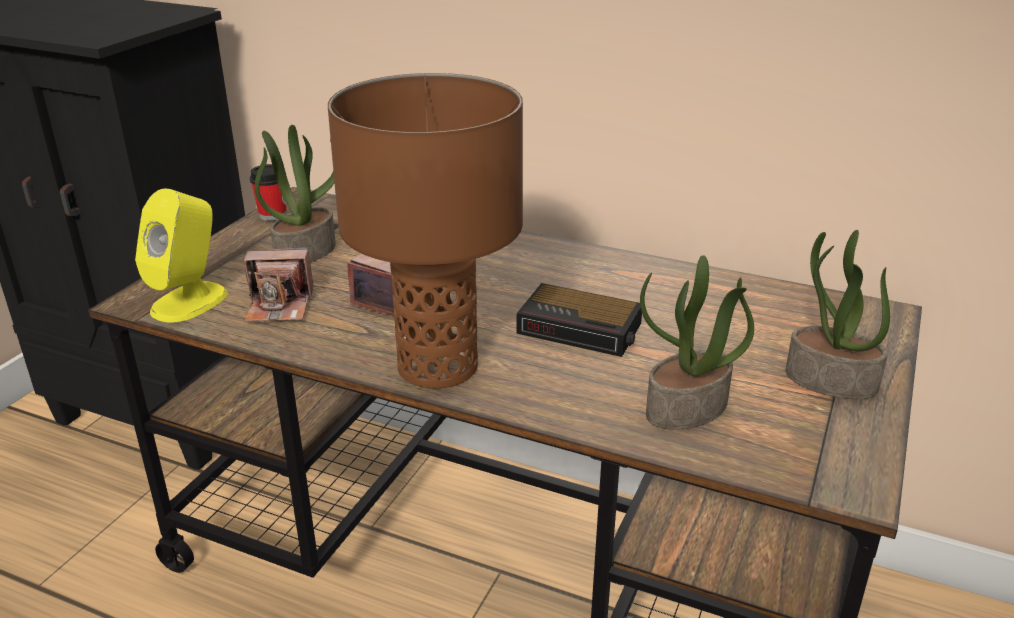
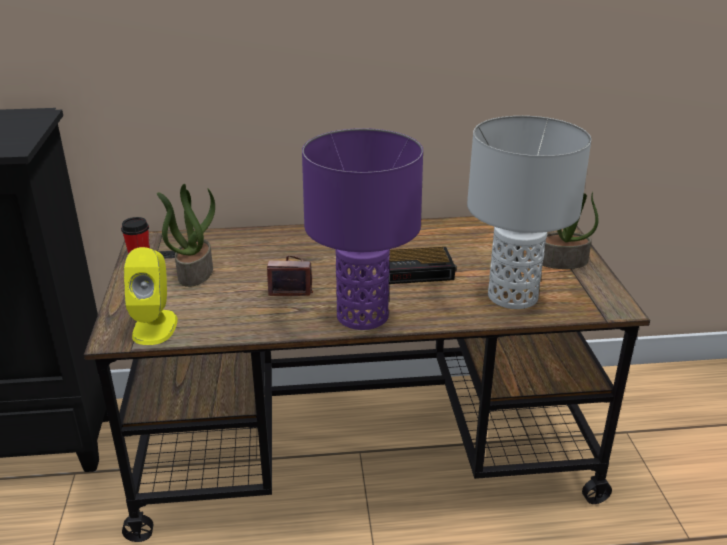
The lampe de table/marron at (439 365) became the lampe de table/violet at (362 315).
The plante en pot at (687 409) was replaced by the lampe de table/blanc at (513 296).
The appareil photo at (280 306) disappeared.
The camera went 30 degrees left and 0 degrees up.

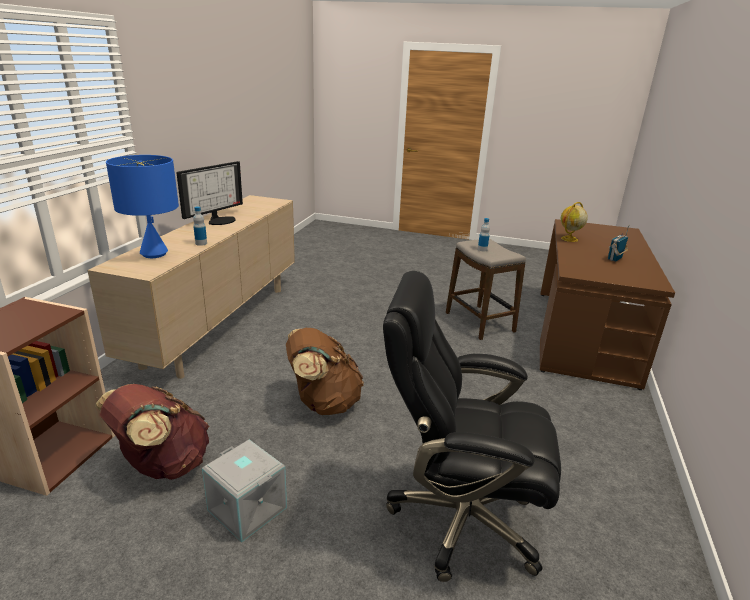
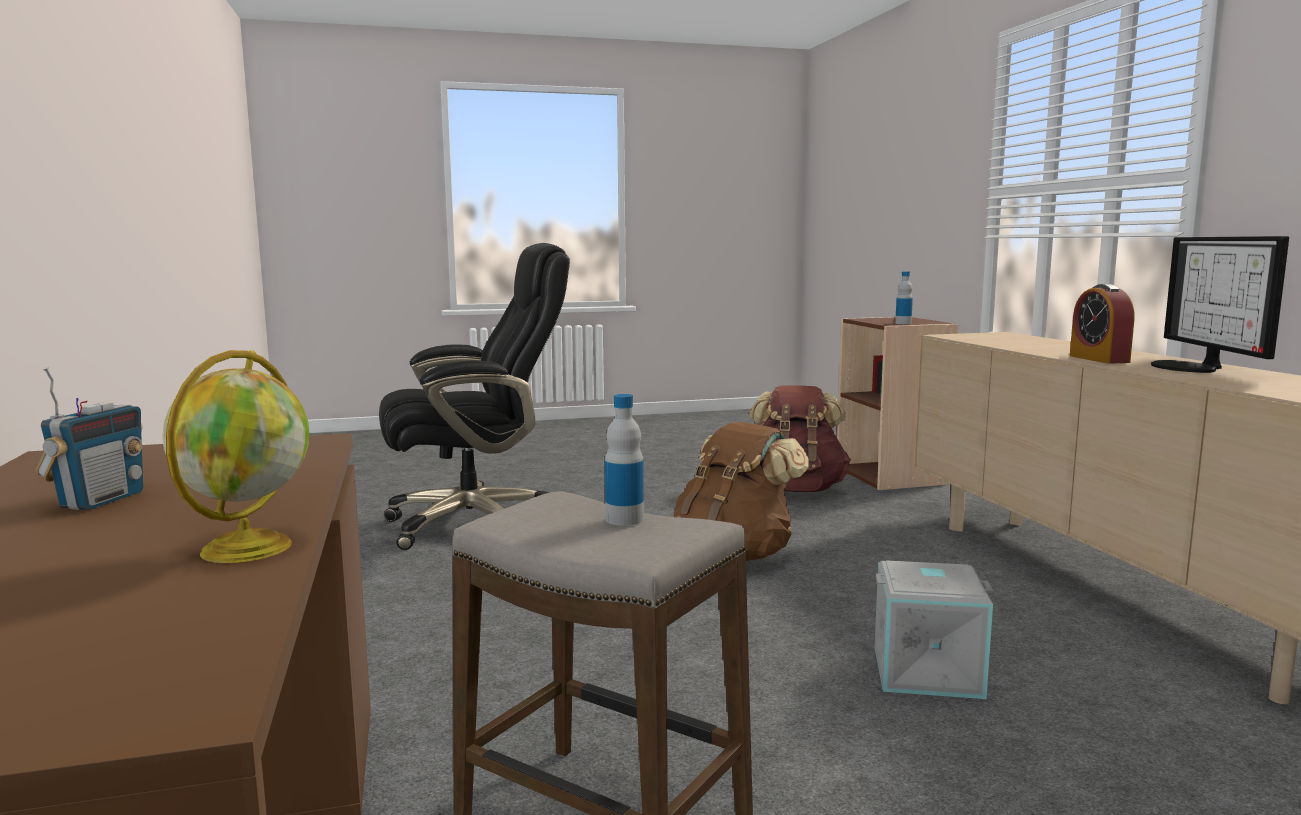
The boîte de rangement/gris moved from (246 509) to (927 670).
The bouteille moved from (201 243) to (903 323).
The réveil at (1099 359) appeared.
The lampe de table/bleu at (154 254) disappeared.
The camera went 150 degrees right and 15 degrees down.

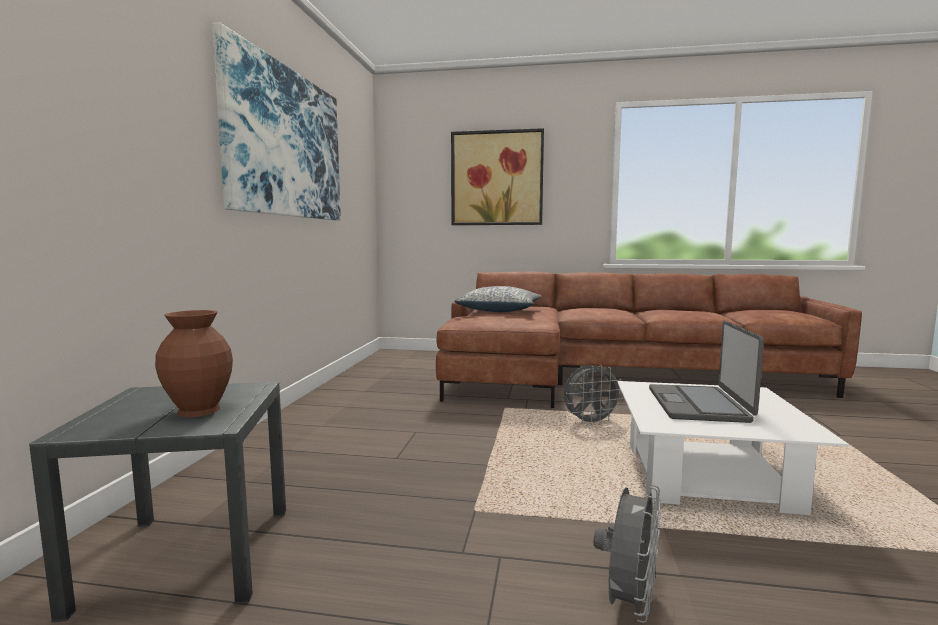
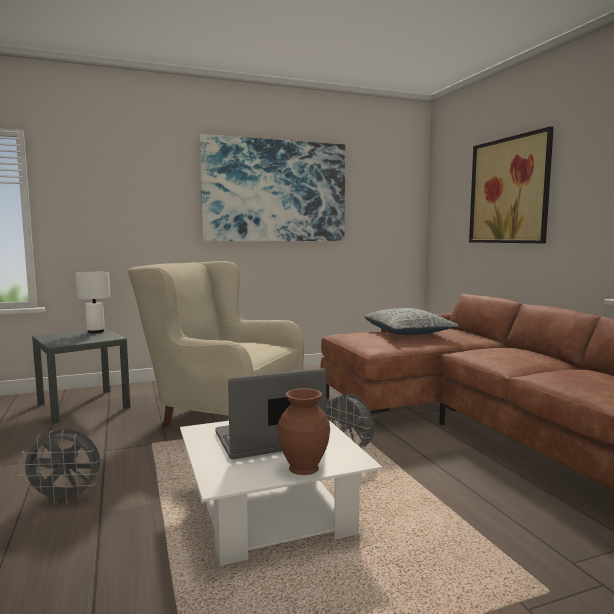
The lampe de table/blanc at (95 332) appeared.
The fauteuil/beige at (219 417) appeared.
The vase/marron moved from (199 411) to (303 468).
The camera went 60 degrees right and 0 degrees up.

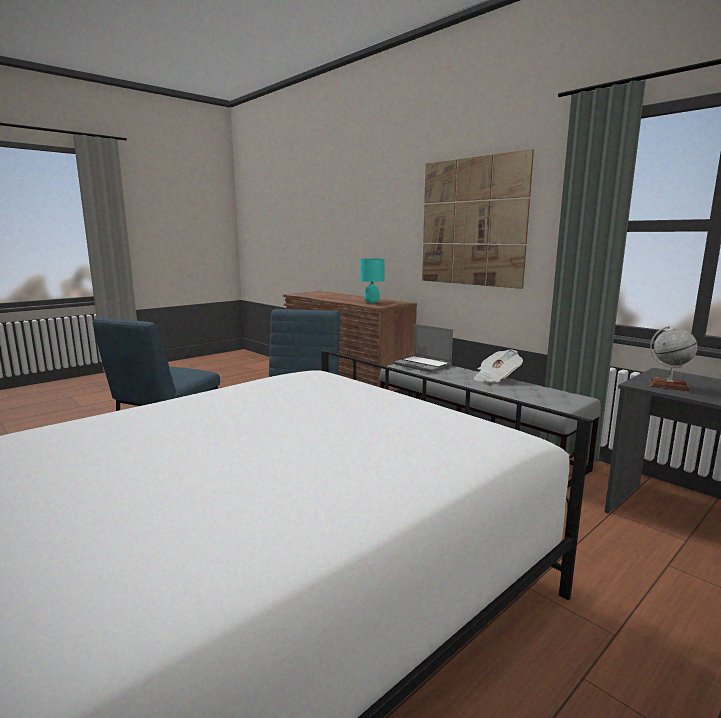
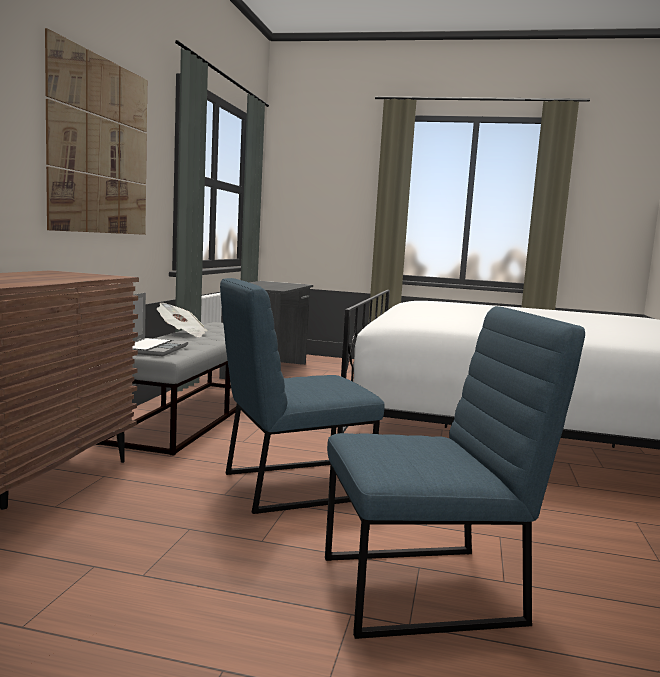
The lampe de table/turquoise at (372 302) disappeared.
The globe at (668 386) disappeared.
The camera went 125 degrees left and 5 degrees down.

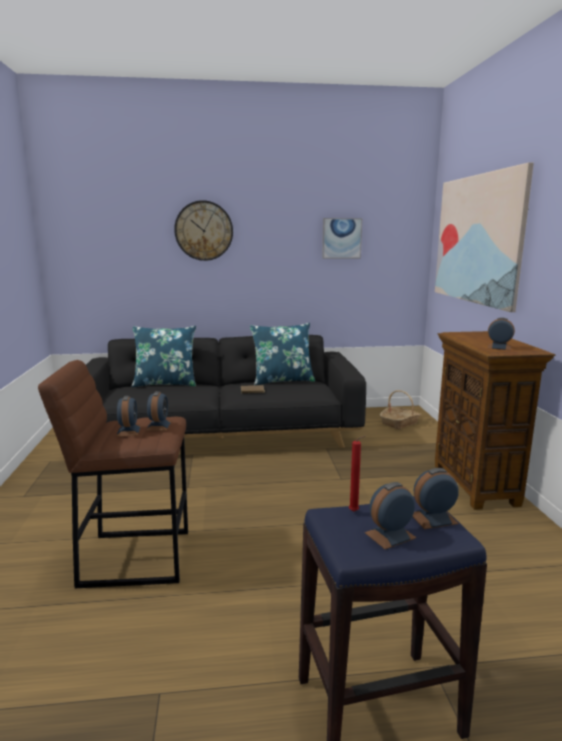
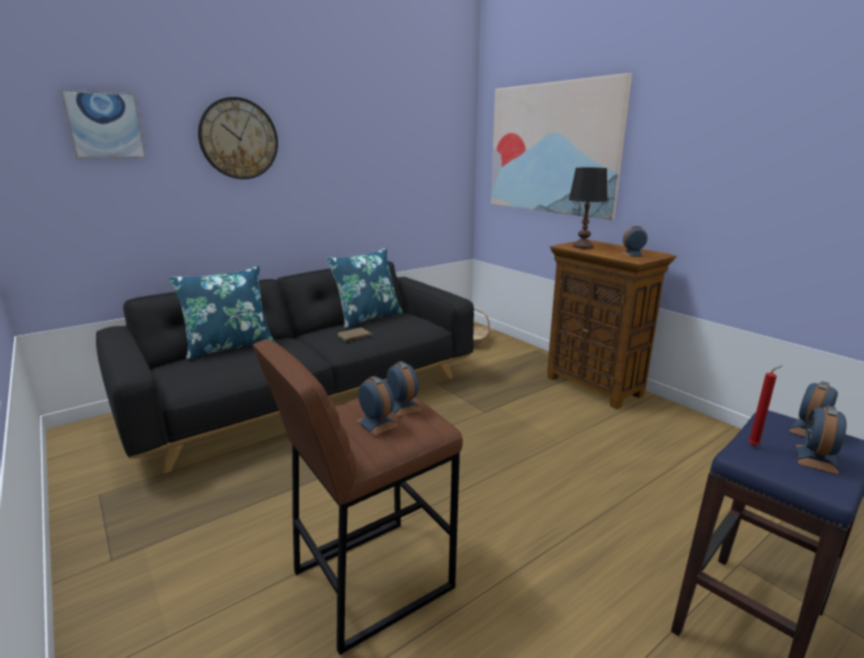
The tableau moved from (341 238) to (105 125).
The lampe de table/noir at (583 247) appeared.
The camera went 30 degrees left and 5 degrees up.

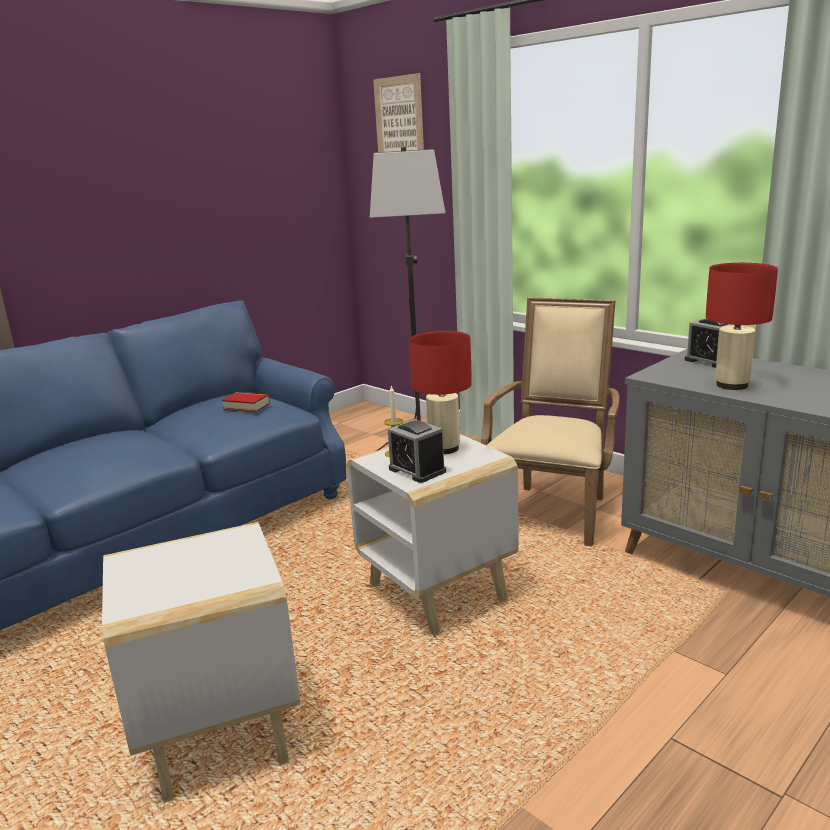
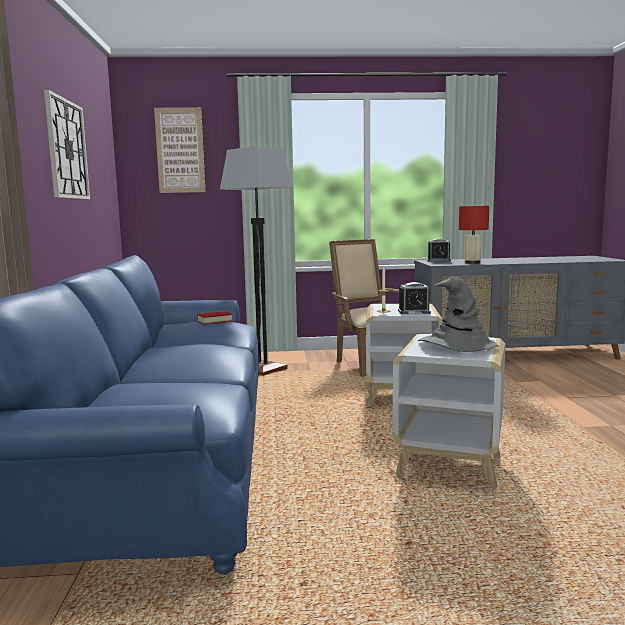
The horloge murale at (67 149) appeared.
The chapeau/gris at (456 345) appeared.
The lampe de table/rouge at (445 449) disappeared.
The camera went 50 degrees left and 10 degrees down.

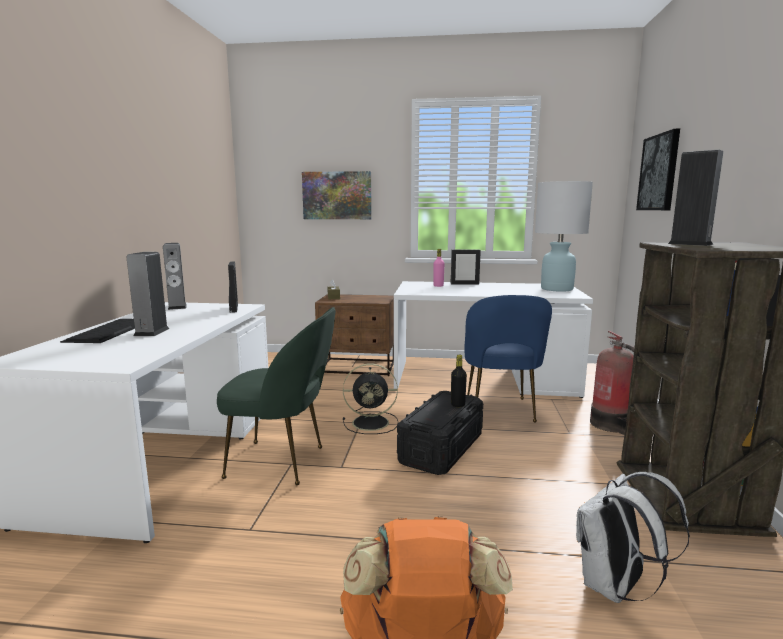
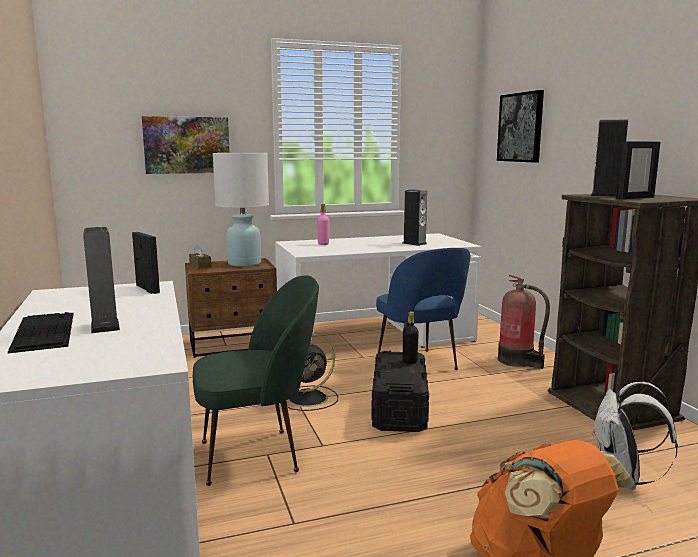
The lampe de table/blanc moved from (556 289) to (244 263).
The enceinte moved from (177 306) to (414 243).
The cadre photo moved from (464 284) to (635 198).
The camera went 25 degrees left and 0 degrees up.

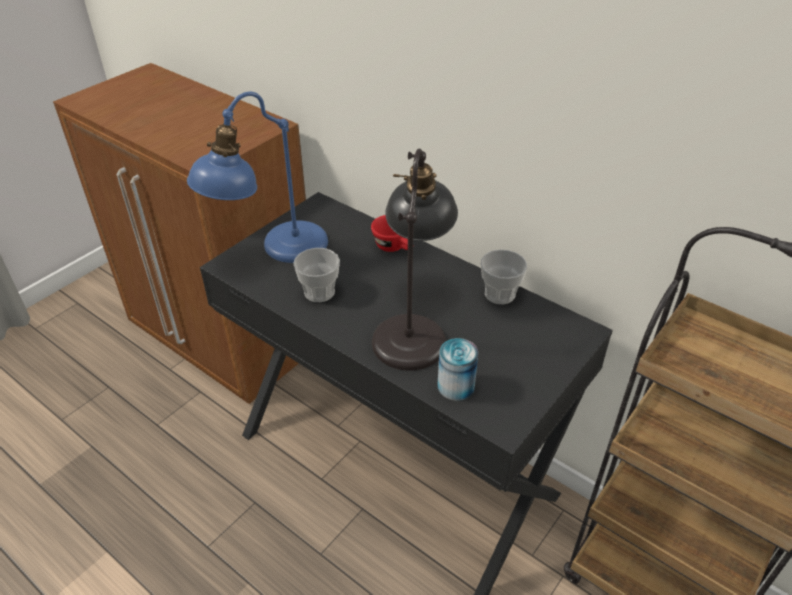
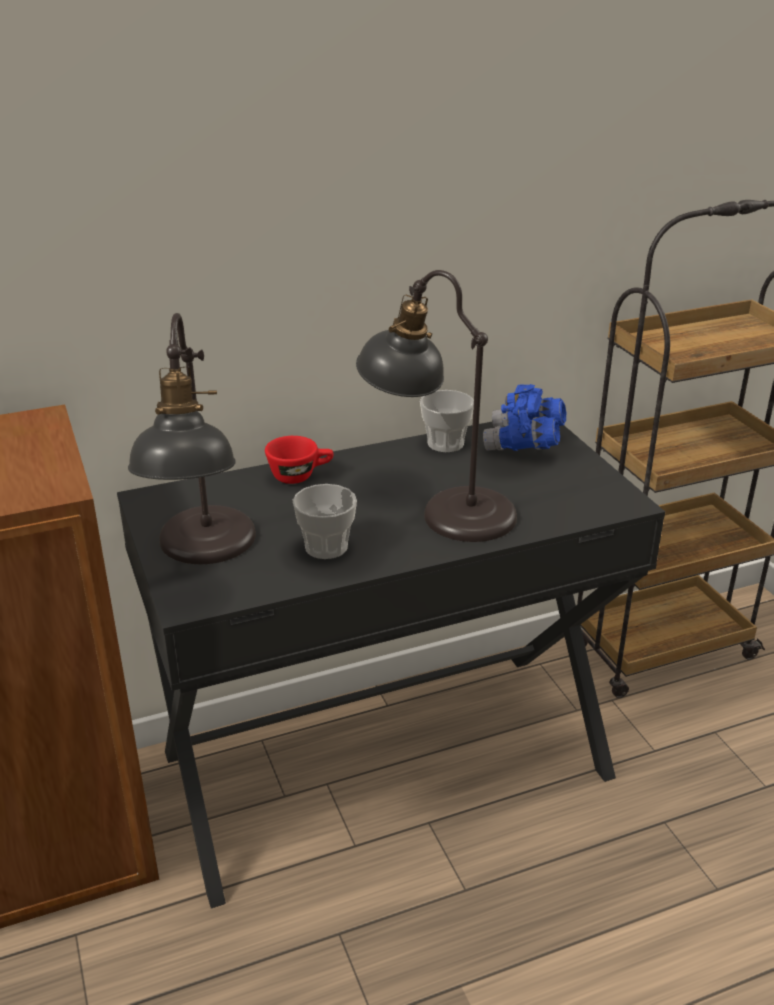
The lampe de table/bleu at (270 253) became the lampe de table/gris at (205 561).
The jumelles/bleu at (524 444) appeared.
The boîte métallique at (456 386) disappeared.
The camera went 60 degrees left and 10 degrees down.

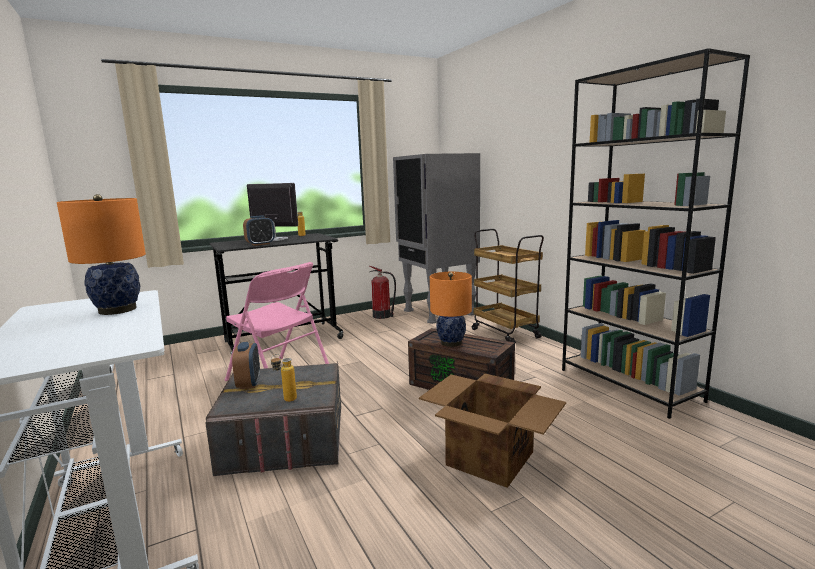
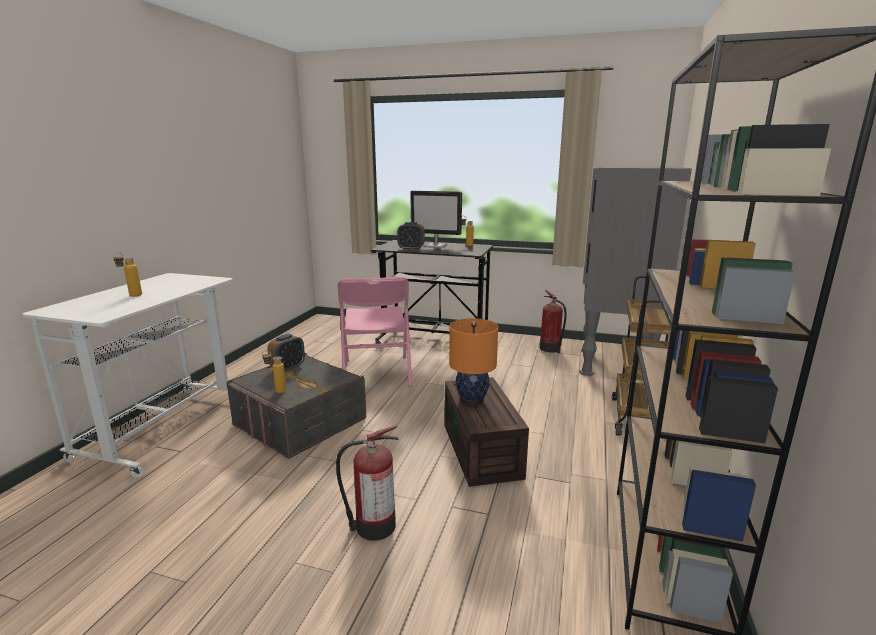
The bouteille at (131 296) appeared.
The carton at (491 459) was replaced by the extincteur at (373 526).
The écran d'ordinateur at (274 239) turned 135 degrees clockwise.
The lampe de table/orange at (118 310) disappeared.
The camera went 45 degrees right and 5 degrees up.

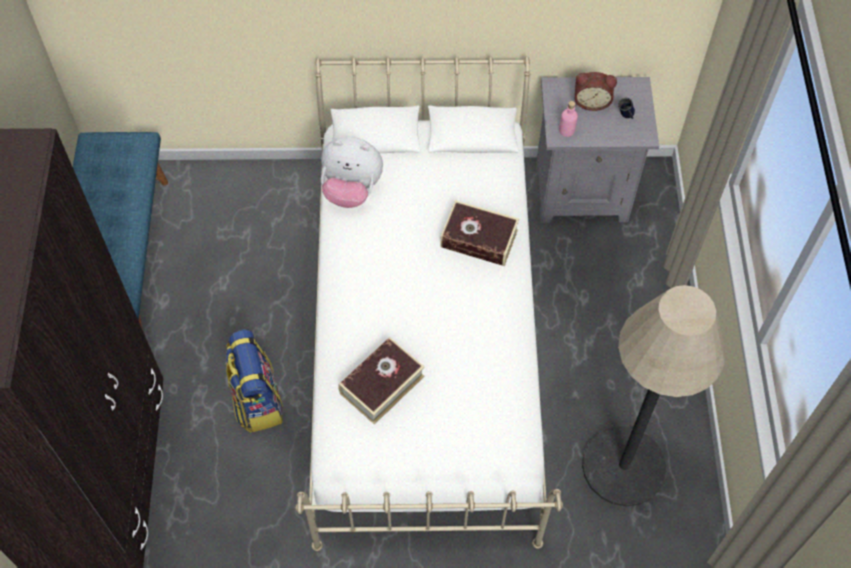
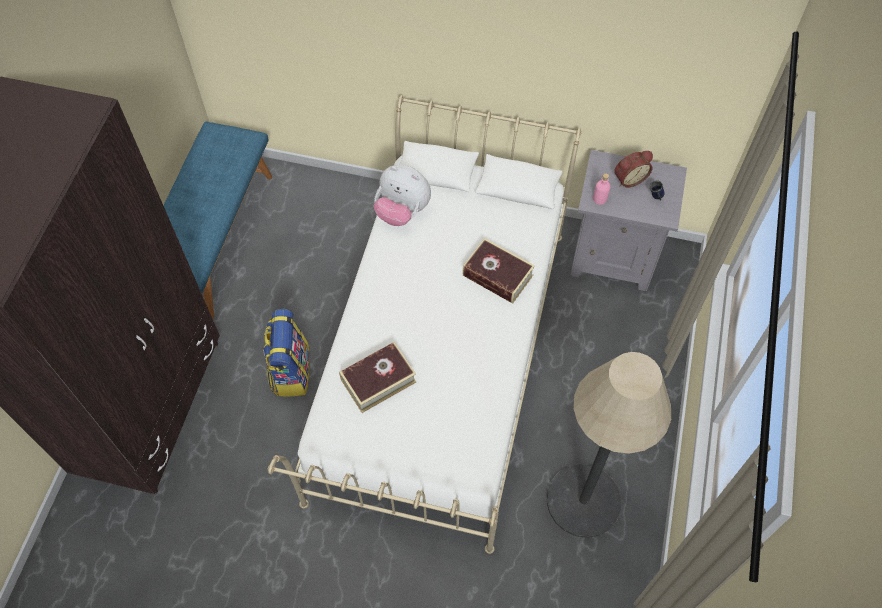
The réveil at (591 101) turned 45 degrees counterclockwise.
The camera went 15 degrees right and 0 degrees up.

